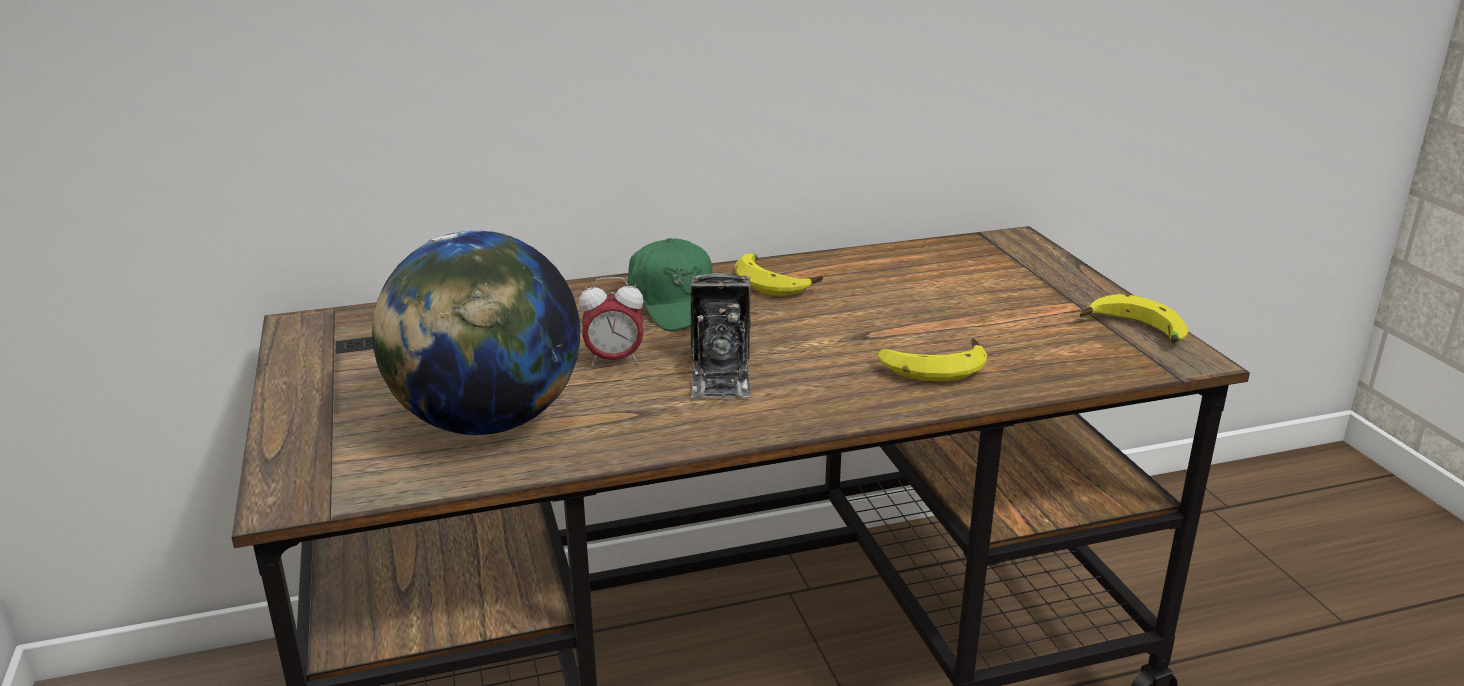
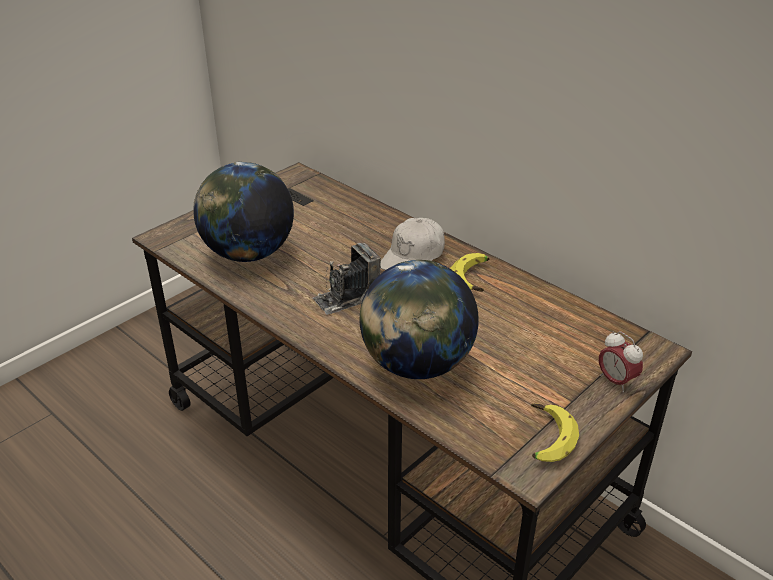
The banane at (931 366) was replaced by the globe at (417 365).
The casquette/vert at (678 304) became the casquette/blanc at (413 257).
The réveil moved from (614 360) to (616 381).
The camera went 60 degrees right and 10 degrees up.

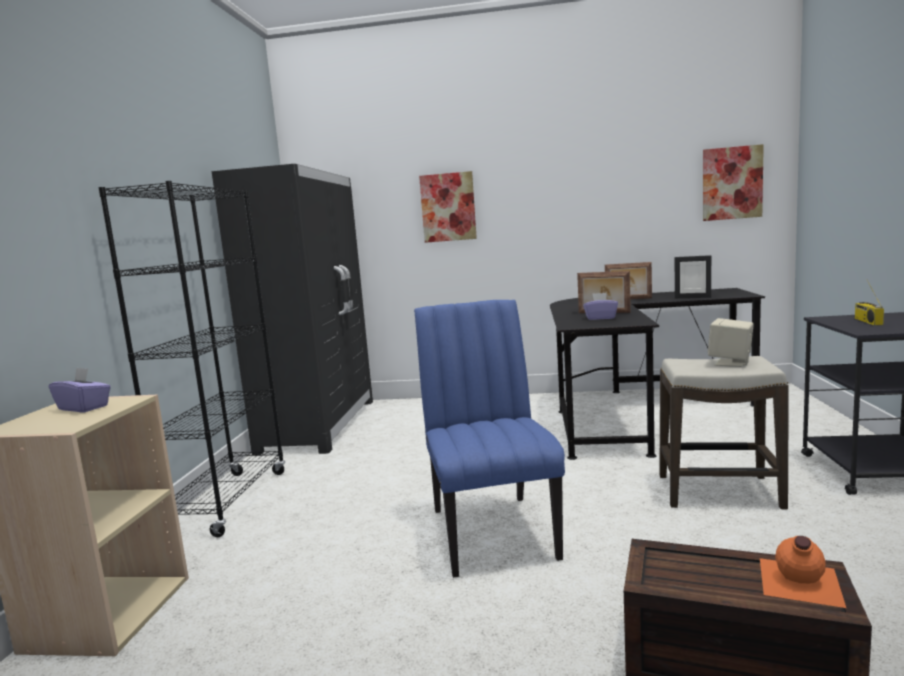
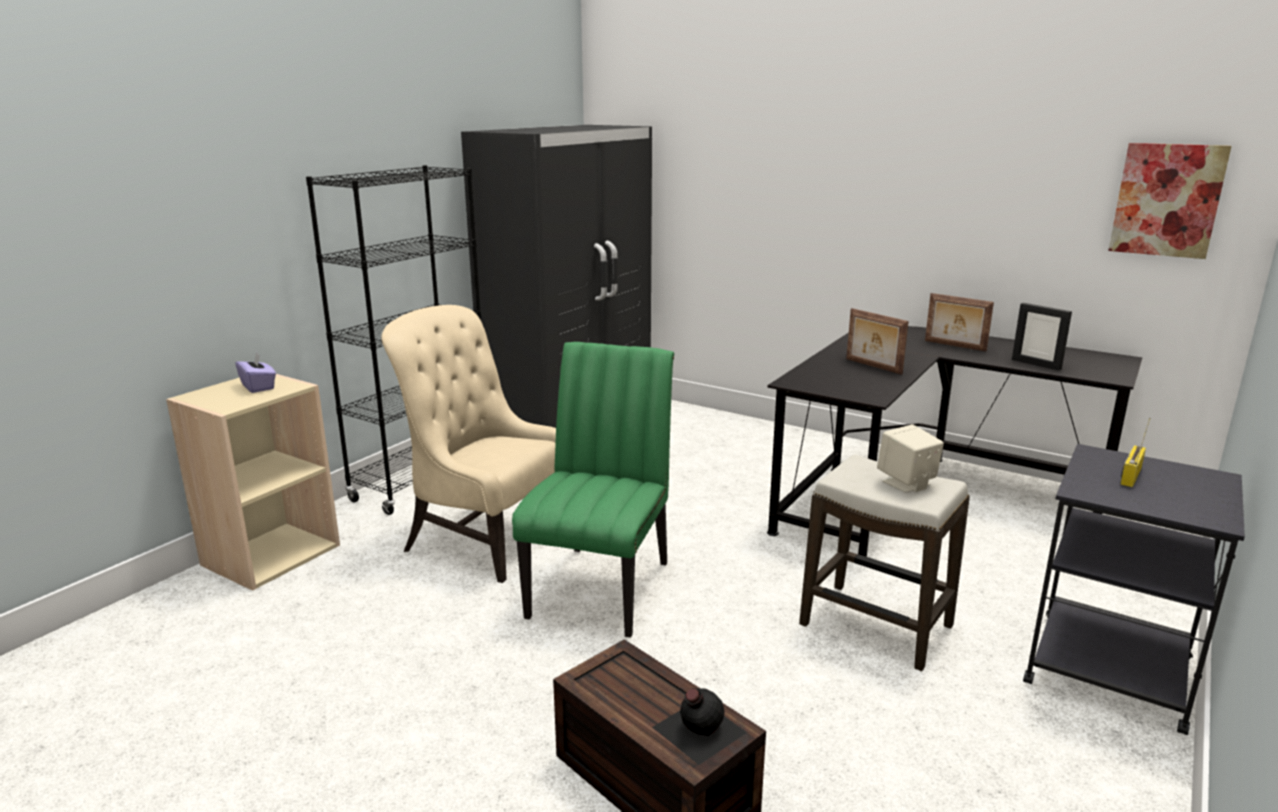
The chaise/beige at (484 539) appeared.
The chaise/bleu at (493 534) became the chaise/vert at (600 590).
The bouteille/orange at (798 581) became the bouteille/noir at (697 729).
The tableau at (448 207) disappeared.
The boîte à mouchoirs/violet at (600 318) disappeared.
The camera went 25 degrees right and 10 degrees up.

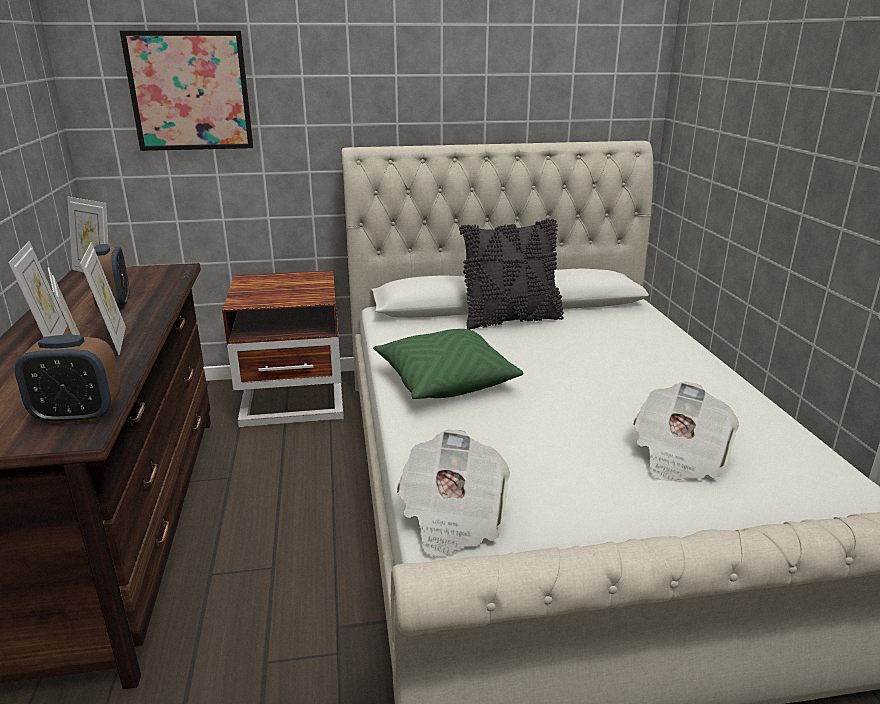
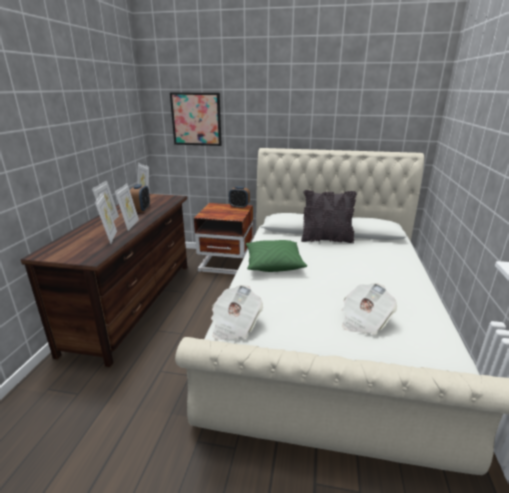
The réveil moved from (78 416) to (239 206).
The camera went 20 degrees right and 0 degrees up.

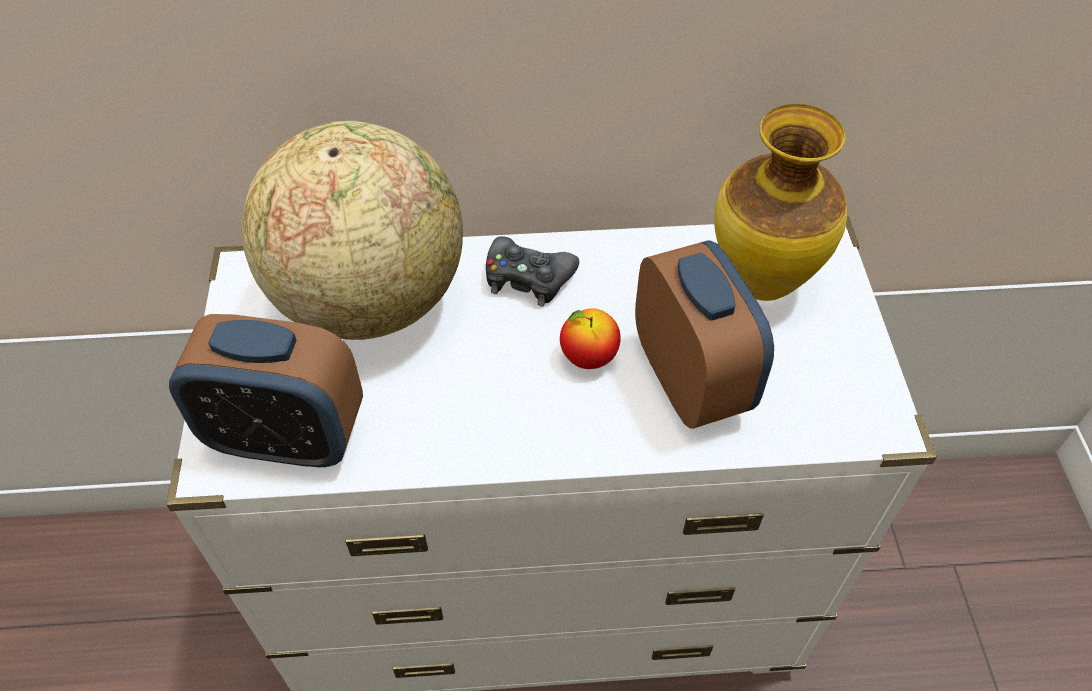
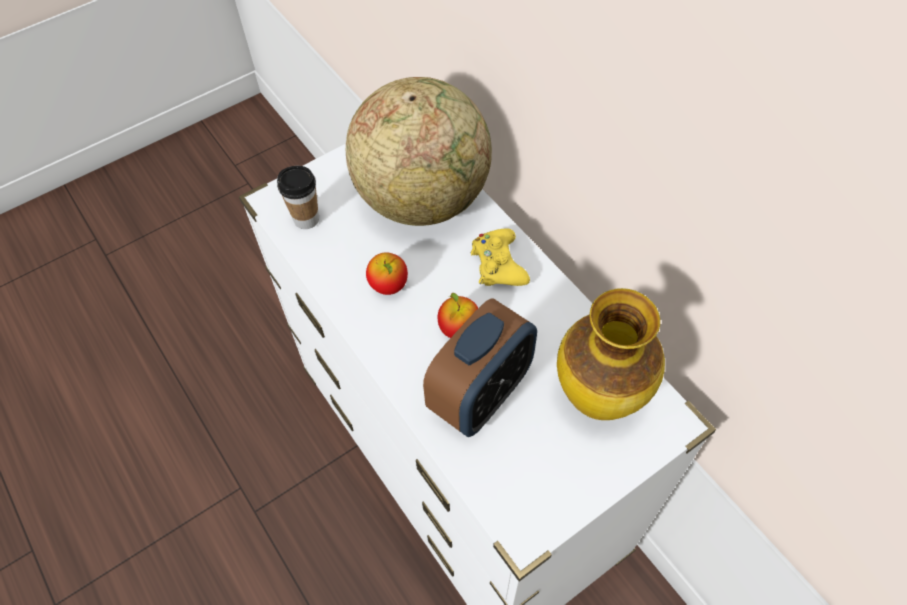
The réveil at (287 438) was replaced by the tasse at (306 219).
The pomme at (388 286) appeared.
The manette/noir at (528 278) became the manette/jaune at (498 264).
The camera went 60 degrees right and 5 degrees up.

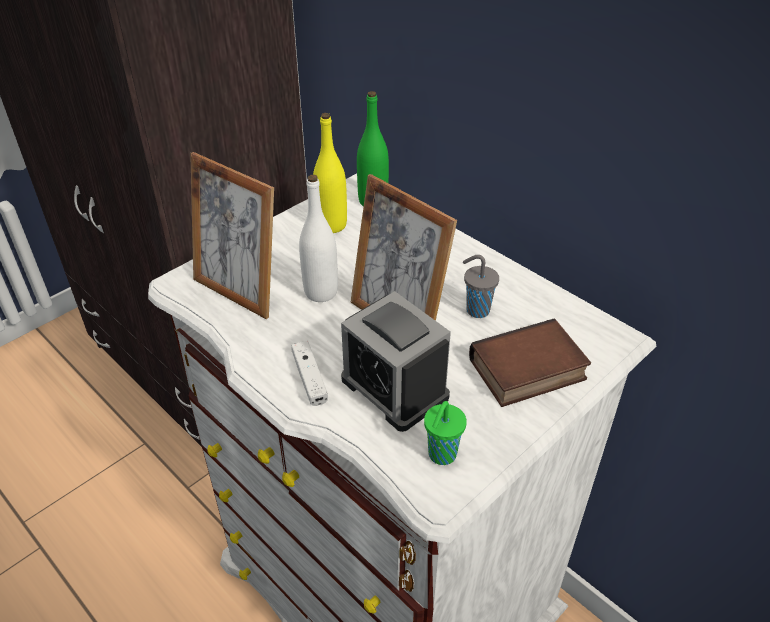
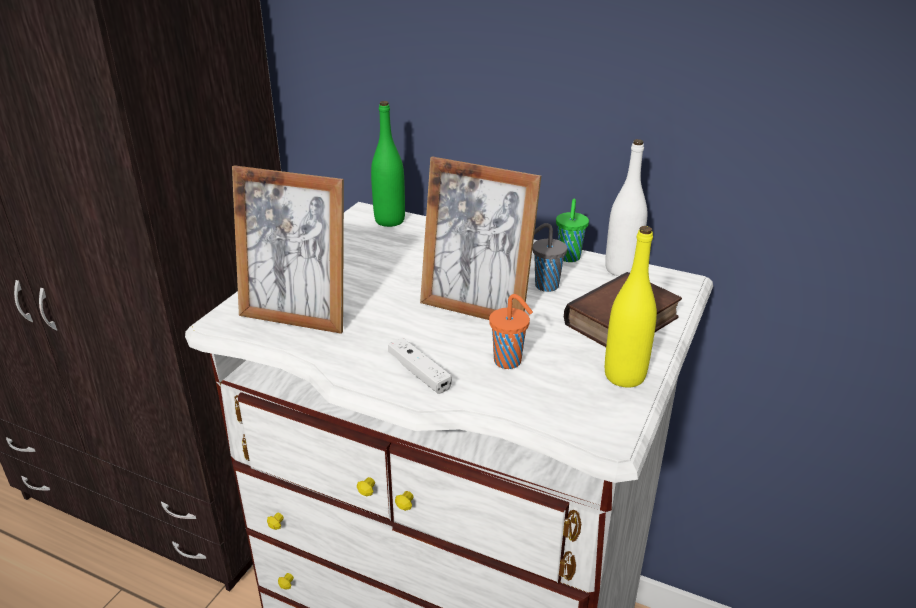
The réveil at (394 388) was replaced by the tasse/orange at (509 362).
The tasse/vert moved from (441 455) to (569 258).
The bouteille/blanc moved from (321 292) to (621 269).
The bouteille/jaune moved from (331 225) to (624 376).
The camera went 20 degrees left and 10 degrees down.

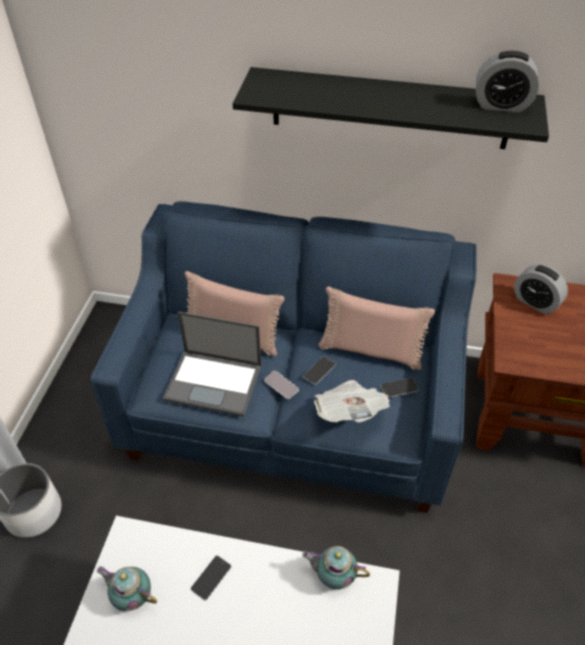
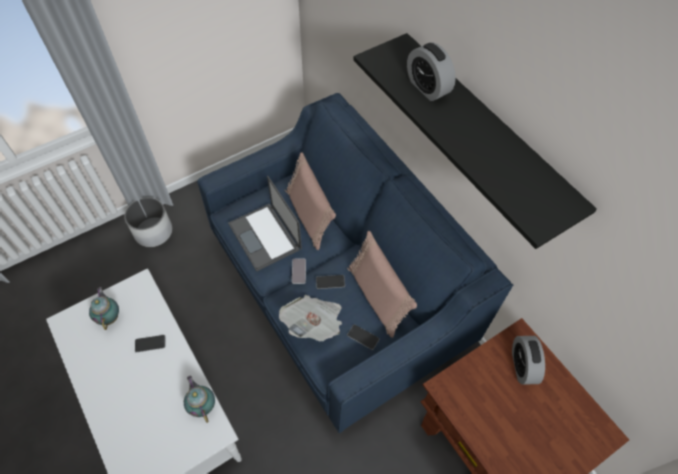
The réveil moved from (501 105) to (427 88).
The camera went 45 degrees right and 10 degrees up.

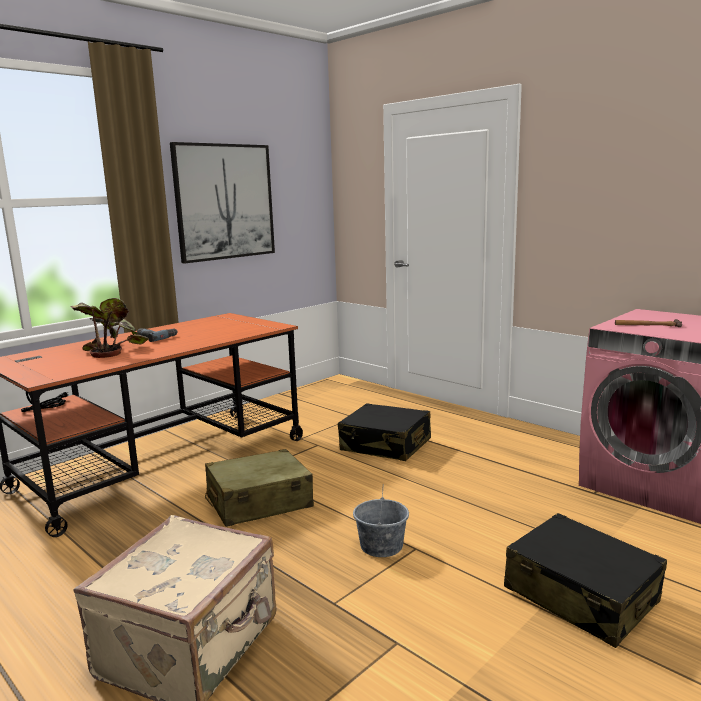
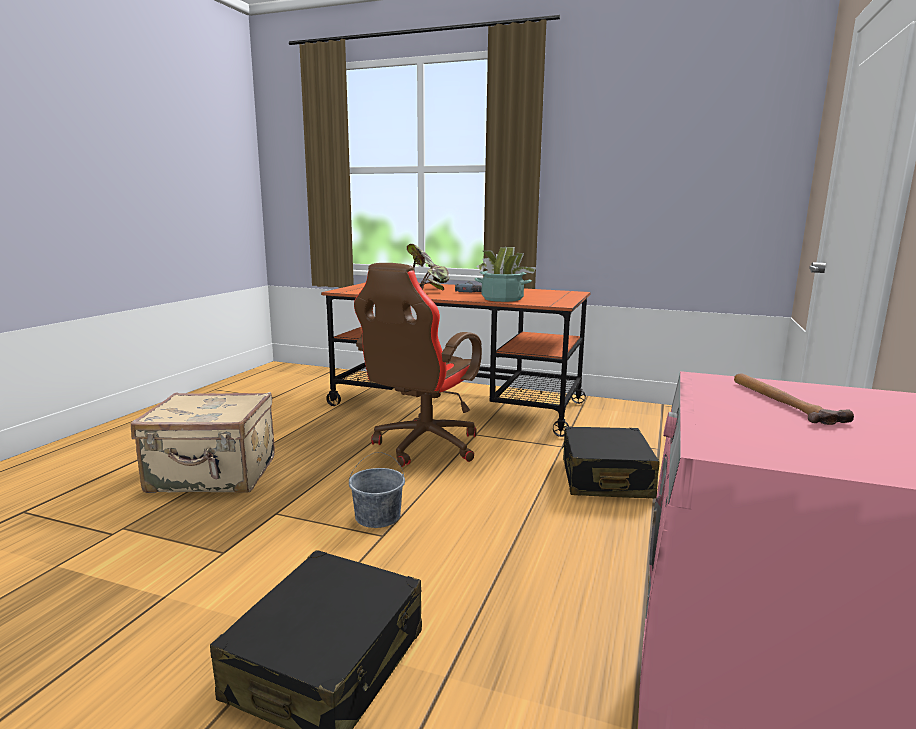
The valise/beige at (258 502) was replaced by the chaise de bureau/marron at (421 449).
The plante en pot at (502 299) appeared.
The tableau at (224 202) disappeared.
The camera went 65 degrees right and 0 degrees up.

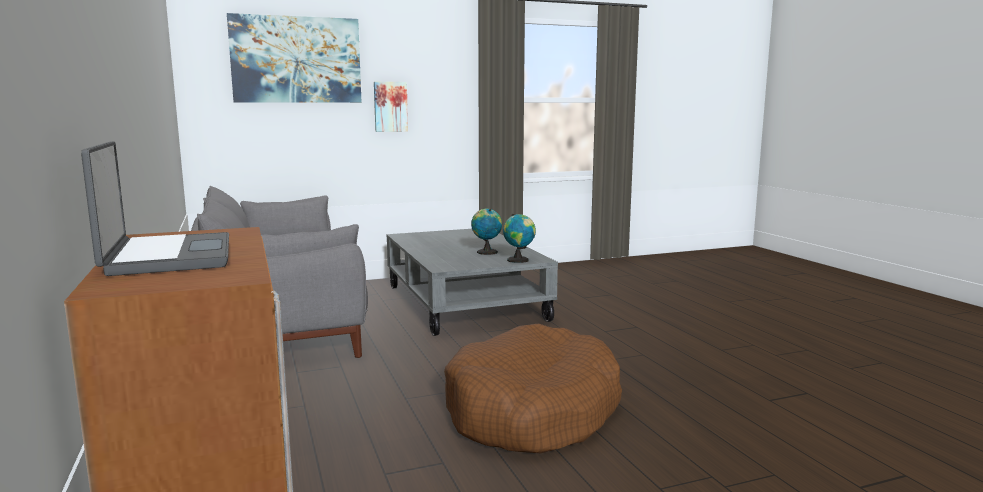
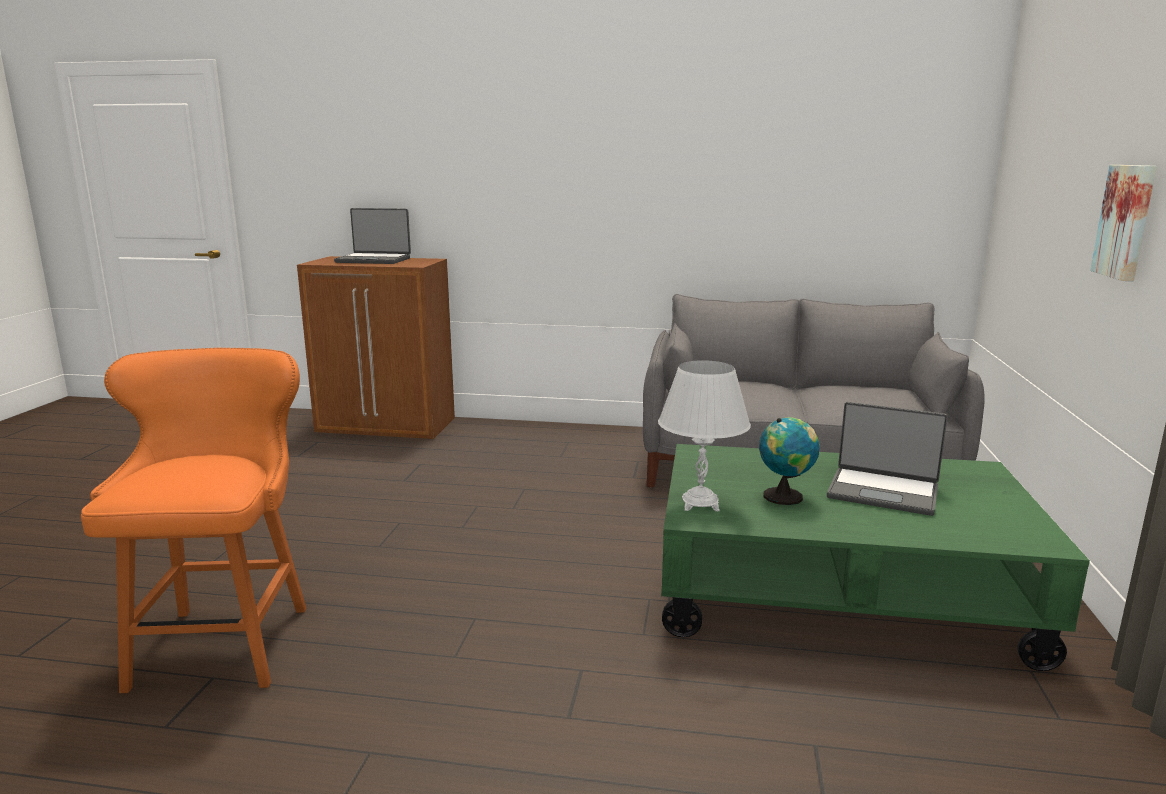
The tabouret/orange at (225 641) appeared.
The globe at (519 260) was replaced by the lampe de table/blanc at (700 504).
The table basse/gris at (463 303) became the table basse/vert at (838 591).
The ordinateur portable at (883 492) appeared.
The tableau at (296 60) disappeared.
The panier pour chien/marron at (532 411) disappeared.
The camera went 120 degrees right and 5 degrees up.

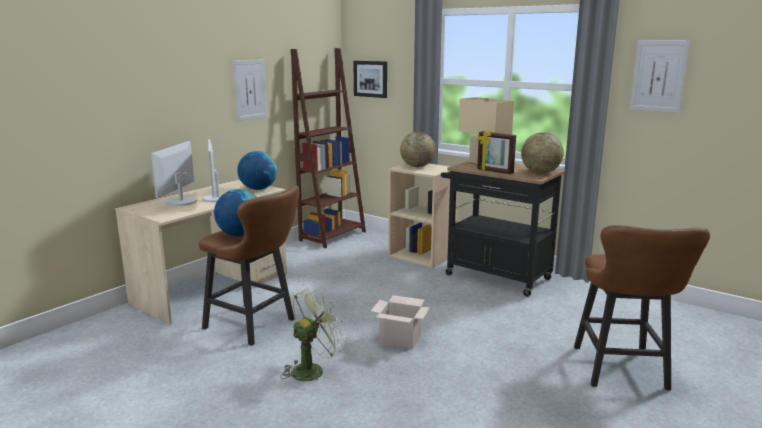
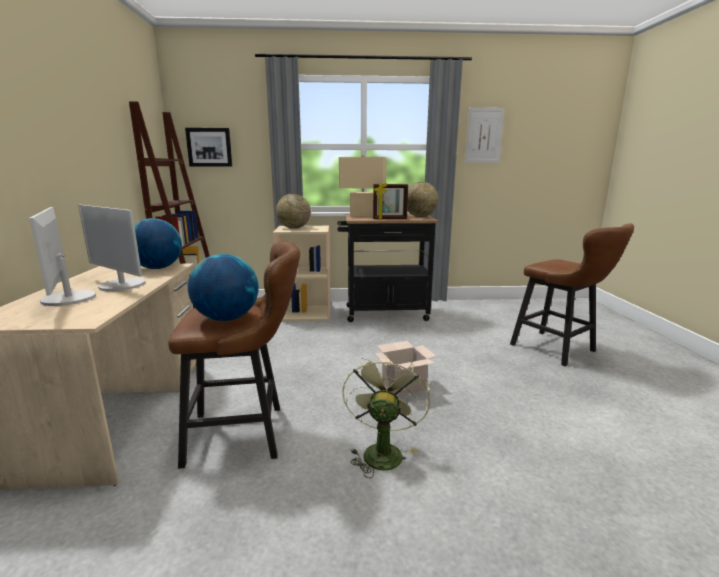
The tableau at (250 89) disappeared.
The camera went 40 degrees left and 0 degrees up.

